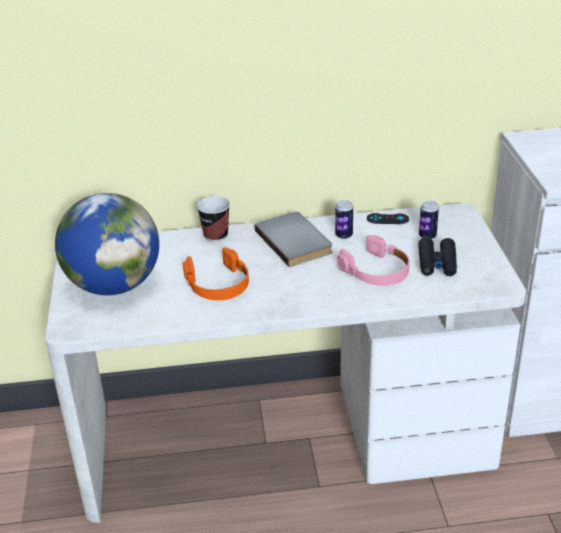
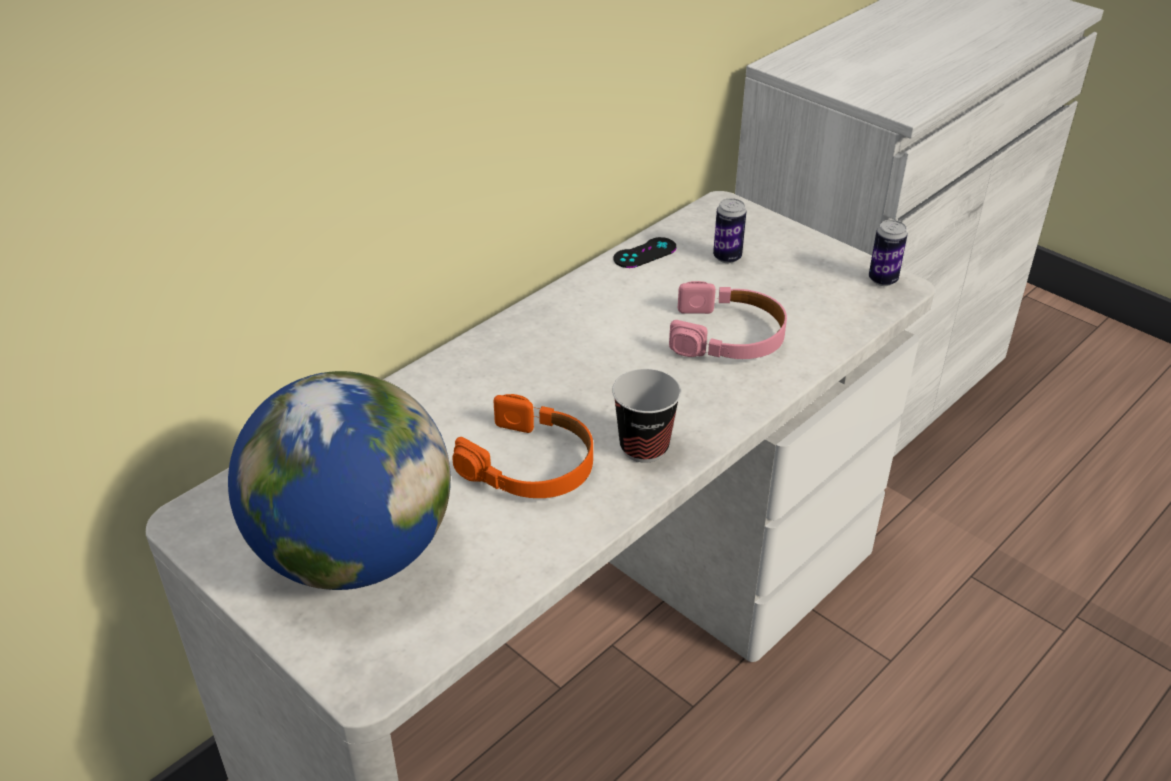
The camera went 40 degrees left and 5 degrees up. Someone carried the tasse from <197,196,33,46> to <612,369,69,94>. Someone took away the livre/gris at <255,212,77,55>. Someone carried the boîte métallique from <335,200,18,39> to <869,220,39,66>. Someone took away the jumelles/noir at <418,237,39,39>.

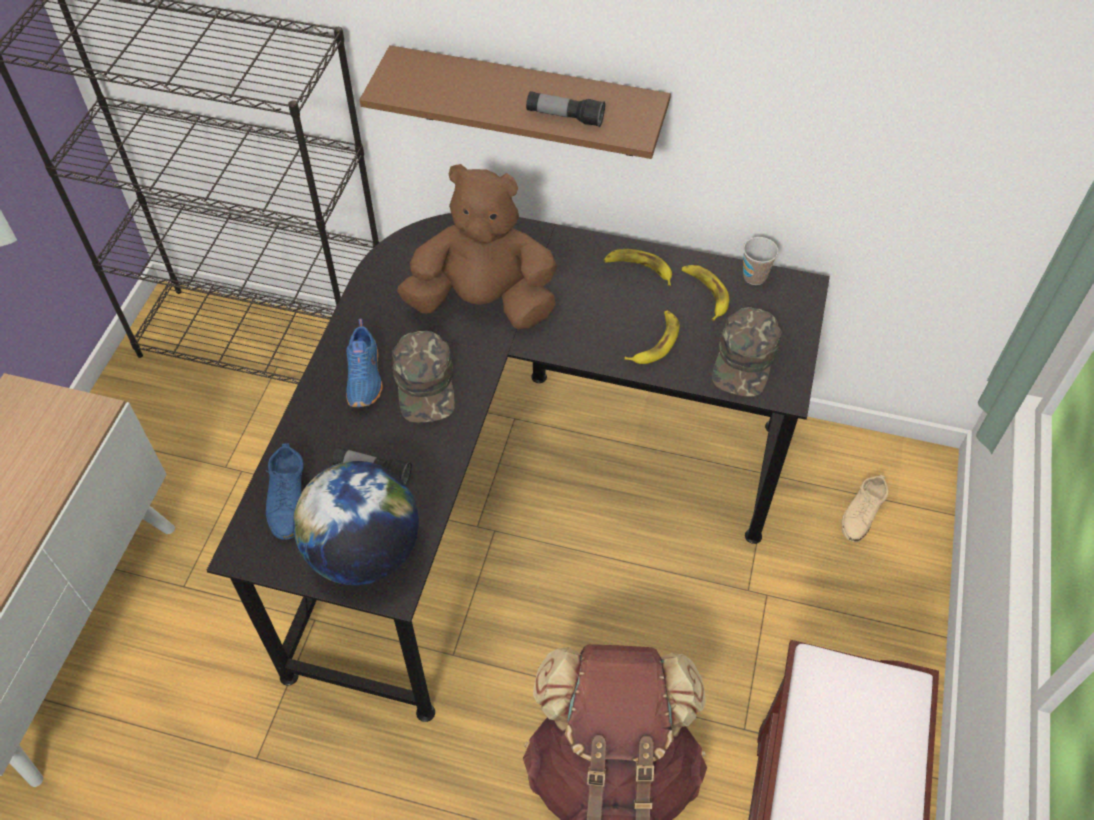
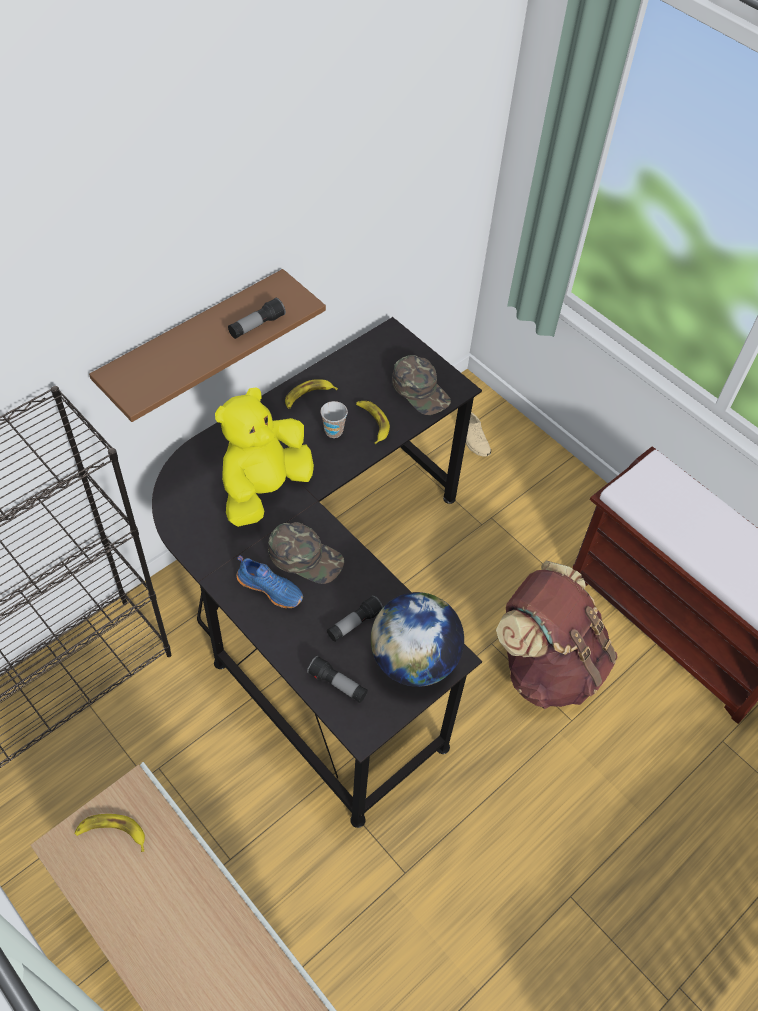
The camera went 60 degrees left and 0 degrees up. Someone swapped the chaussure/bleu at <265,443,38,97> for the lampe de poche at <307,655,61,48>. Someone repainted the peluche/marron at <397,164,160,165>, which became the peluche/jaune at <215,387,99,140>. Someone carried the banane from <682,265,47,56> to <74,814,71,38>. Someone carried the tasse from <743,237,36,48> to <321,401,27,37>.

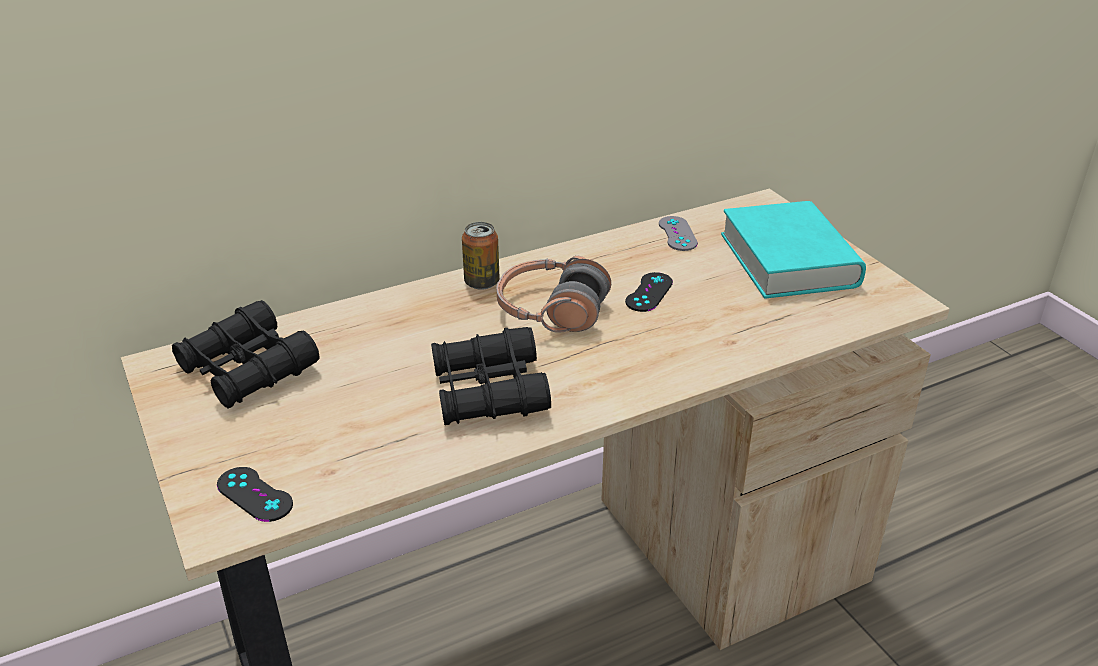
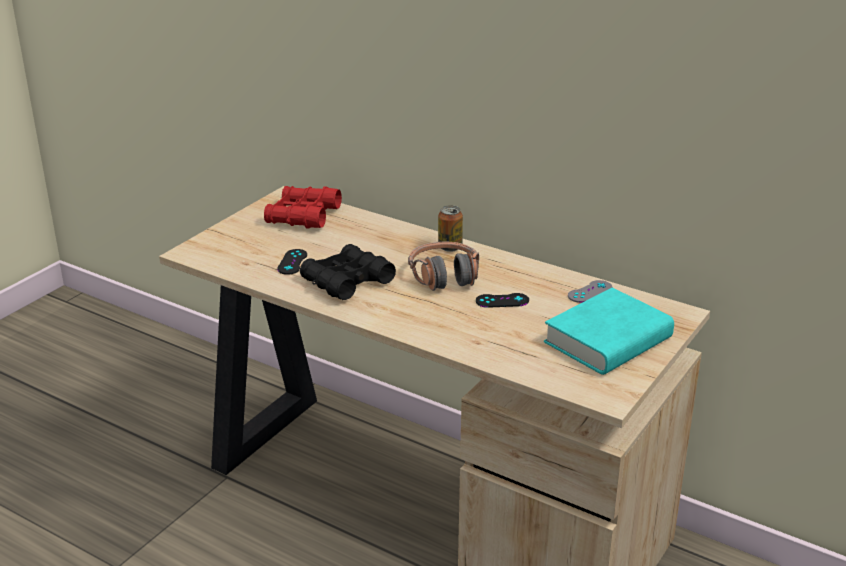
The camera went 60 degrees right and 5 degrees down. Someone repainted the jumelles/noir at <172,300,148,108>, which became the jumelles/rouge at <264,186,78,43>. Someone carried the manette/noir from <217,467,76,55> to <277,249,30,26>.

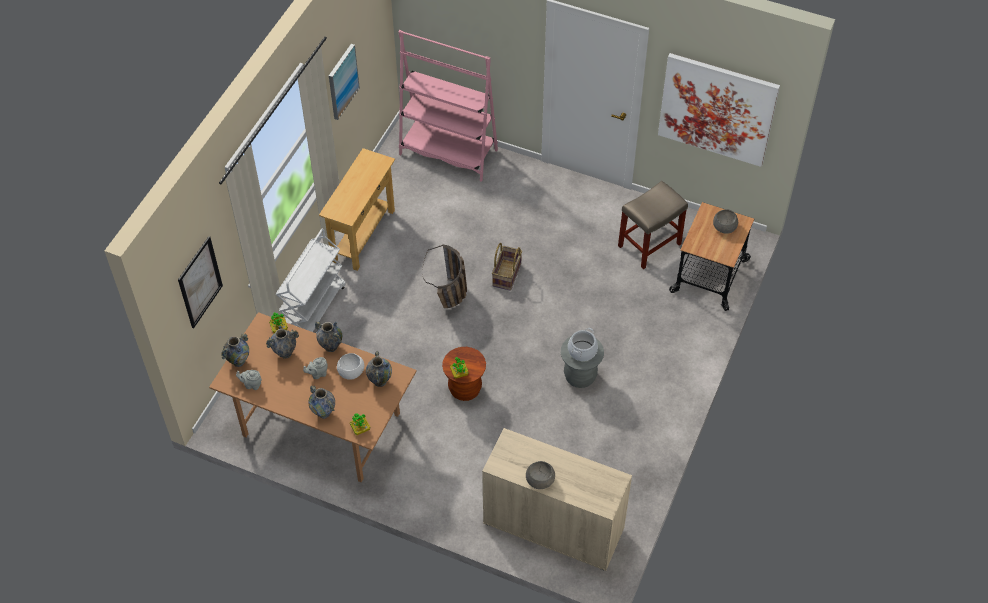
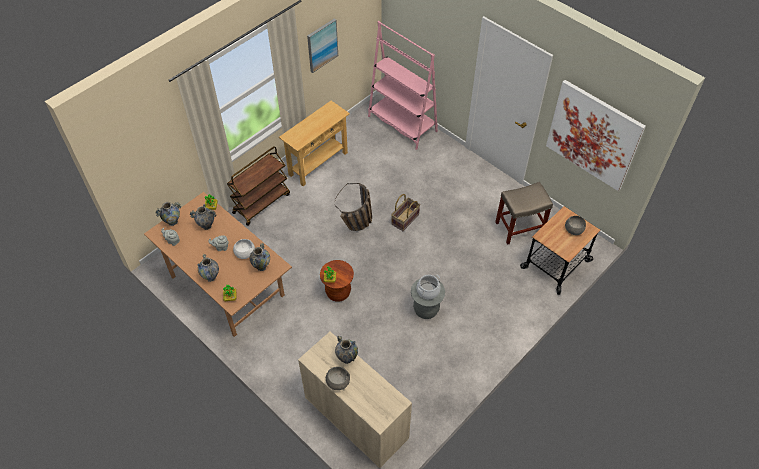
The camera went 20 degrees right and 0 degrees up. Someone took away the tableau at <178,236,45,93>. Someone repainted the chariot/blanc at <276,228,69,104>, which became the chariot/marron at <227,146,63,80>. Someone carried the vase from <315,321,27,31> to <335,336,23,28>.

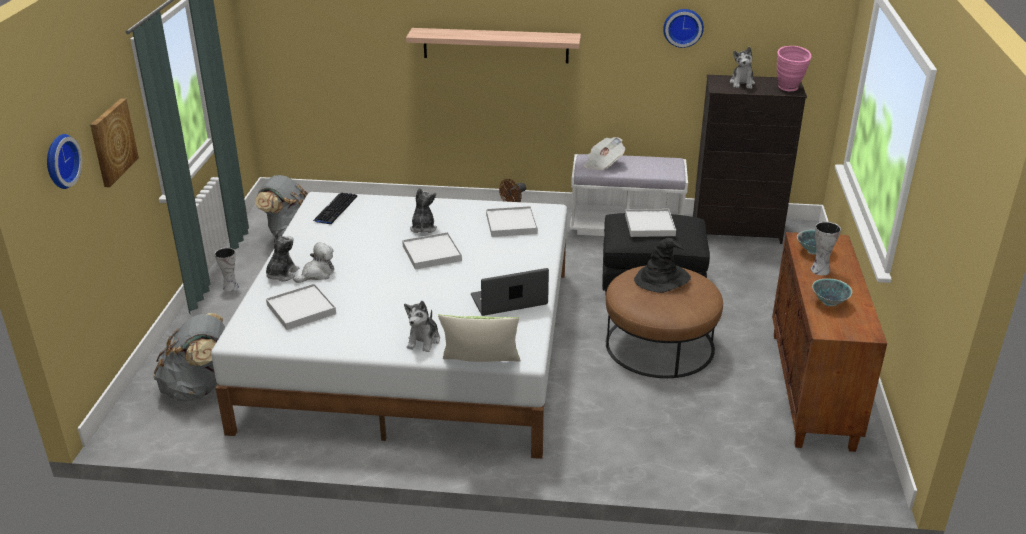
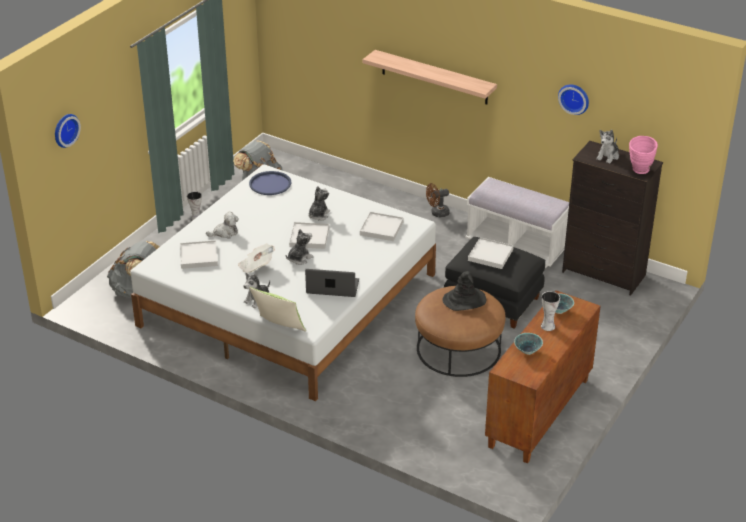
The camera went 25 degrees right and 5 degrees up. Someone took away the tableau at <90,98,49,89>. Someone carried the peluche from <266,231,34,50> to <286,229,27,36>. Someone swapped the clavier at <313,193,44,31> for the plateau/bleu at <249,171,43,24>. Someone carried the journal from <583,137,42,34> to <238,243,37,31>.

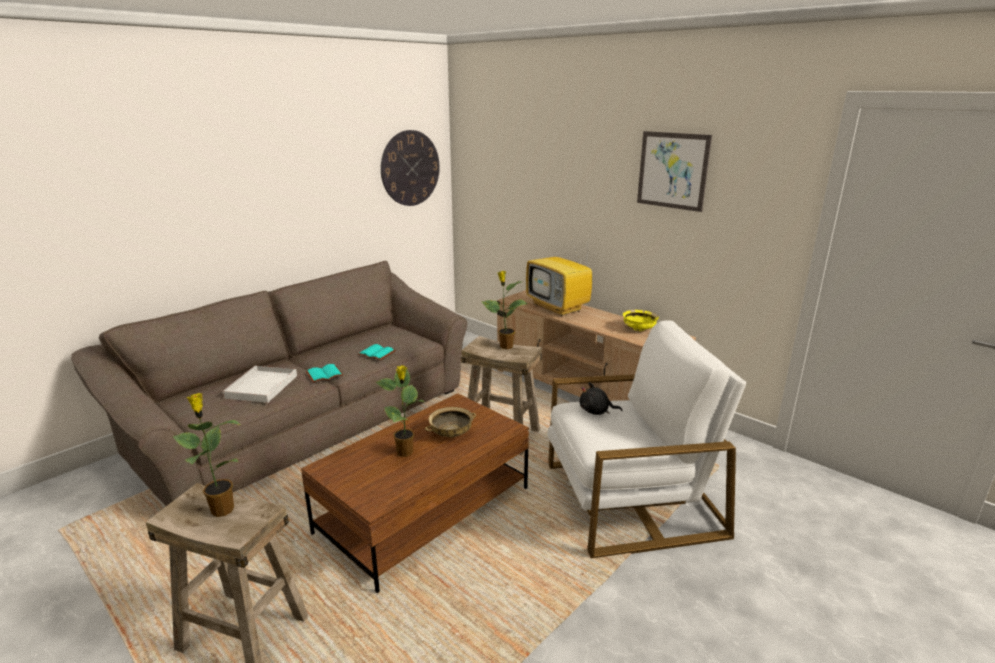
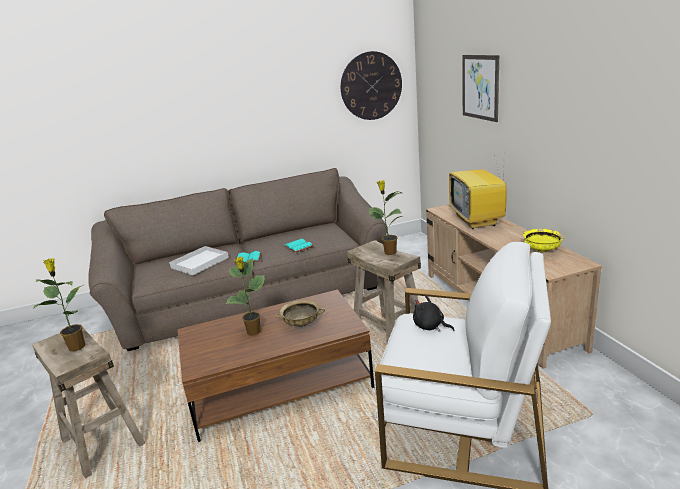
The camera went 30 degrees right and 0 degrees up. Someone carried the tableau from <637,131,75,81> to <462,55,37,67>.

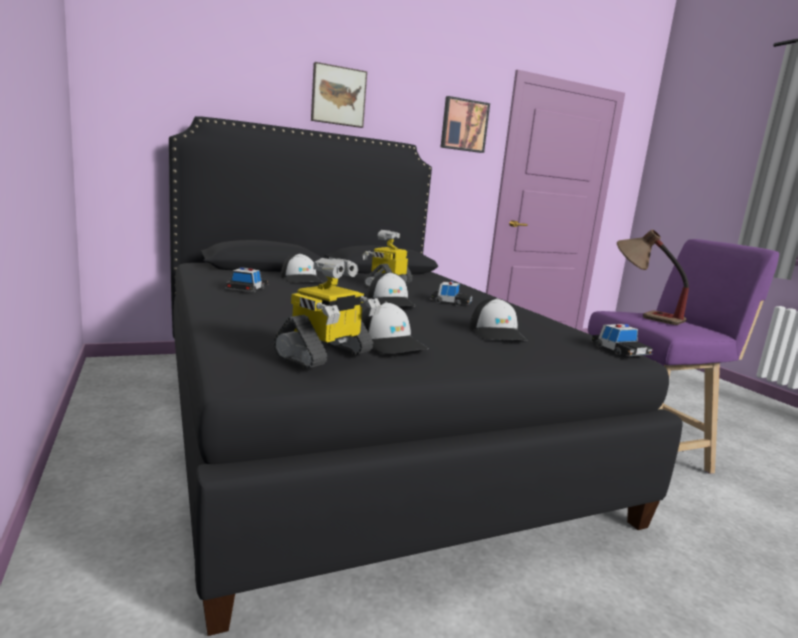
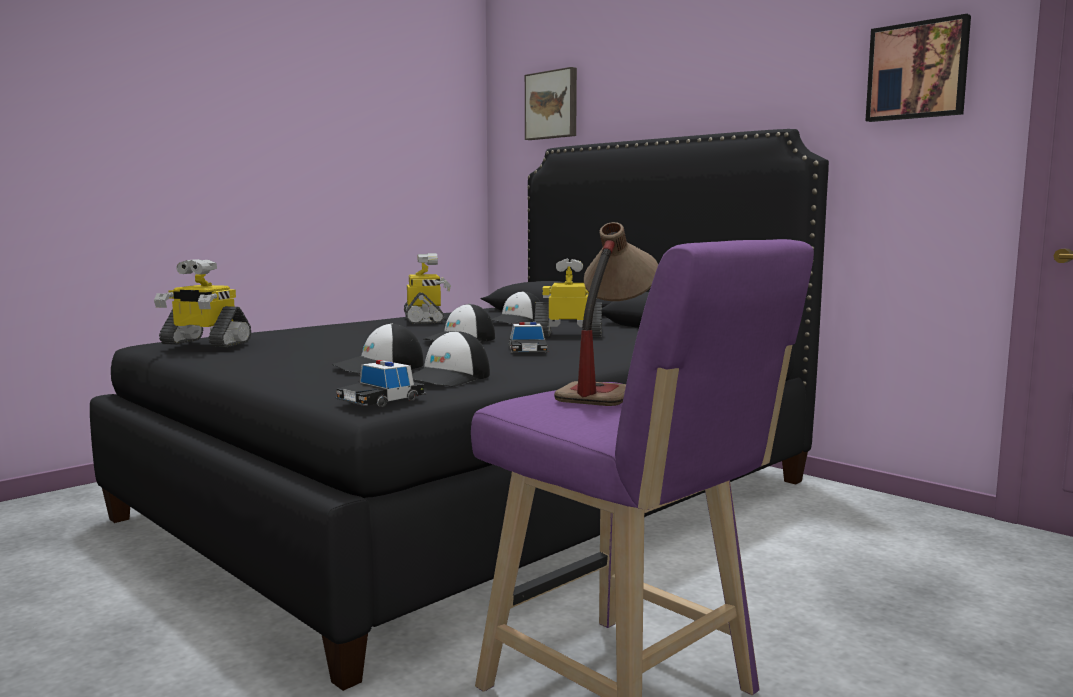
The camera went 70 degrees right and 5 degrees down. Someone swapped the petite voiture at <225,267,43,25> for the robot jouet at <404,253,47,71>. Someone carried the tableau from <311,62,56,66> to <525,67,52,73>. Someone carried the casquette from <355,302,74,52> to <412,330,78,57>.

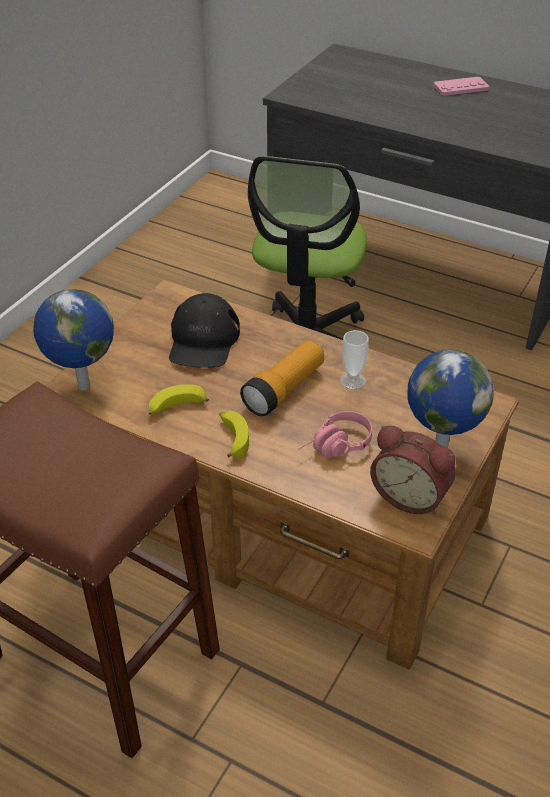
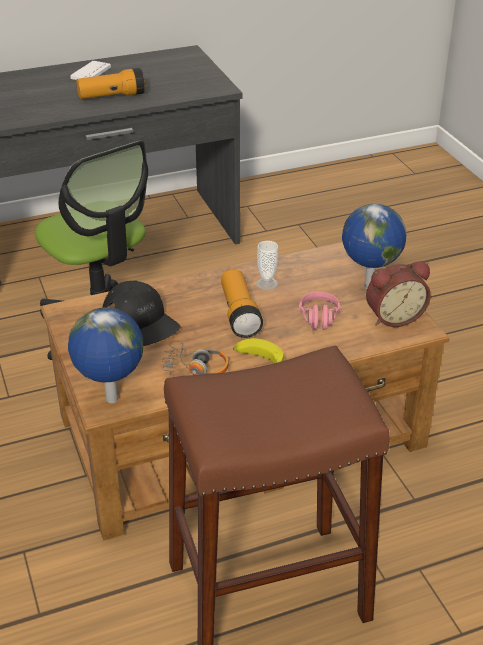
The camera went 50 degrees left and 5 degrees down. Someone swapped the banane at <148,384,61,31> for the casque audio at <162,341,67,36>. Someone repainted the manette/rose at <433,77,56,19>, which became the manette/blanc at <70,61,41,19>. Someone put down the lampe de poche at <76,68,69,31>.

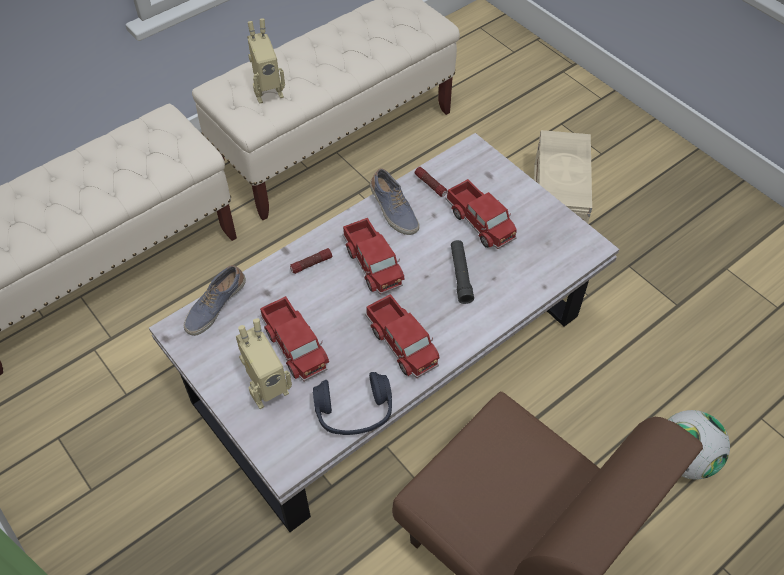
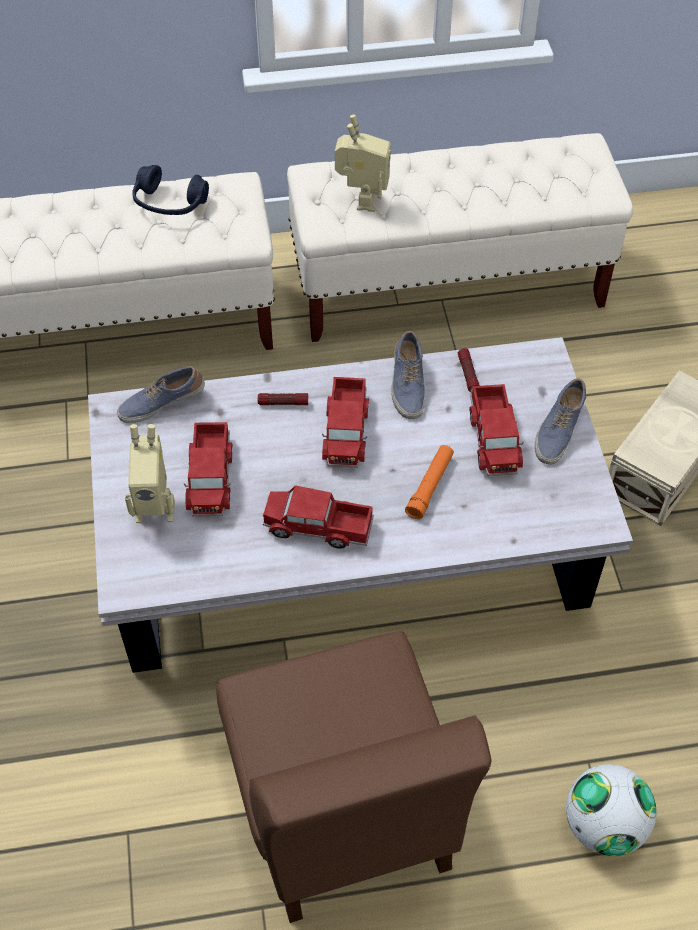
The camera went 30 degrees right and 0 degrees up. Someone rotated the robot jouet at <247,19,38,85> by 90 degrees counterclockwise. Someone carried the casque audio/bleu from <313,372,79,63> to <132,165,77,50>. Someone rotated the camion jouet at <365,294,75,84> by 105 degrees clockwise. Someone repainted the lampe de poche/noir at <451,240,23,64>, which became the lampe de poche/orange at <405,445,49,74>. Someone put down the chaussure at <535,378,51,86>.

